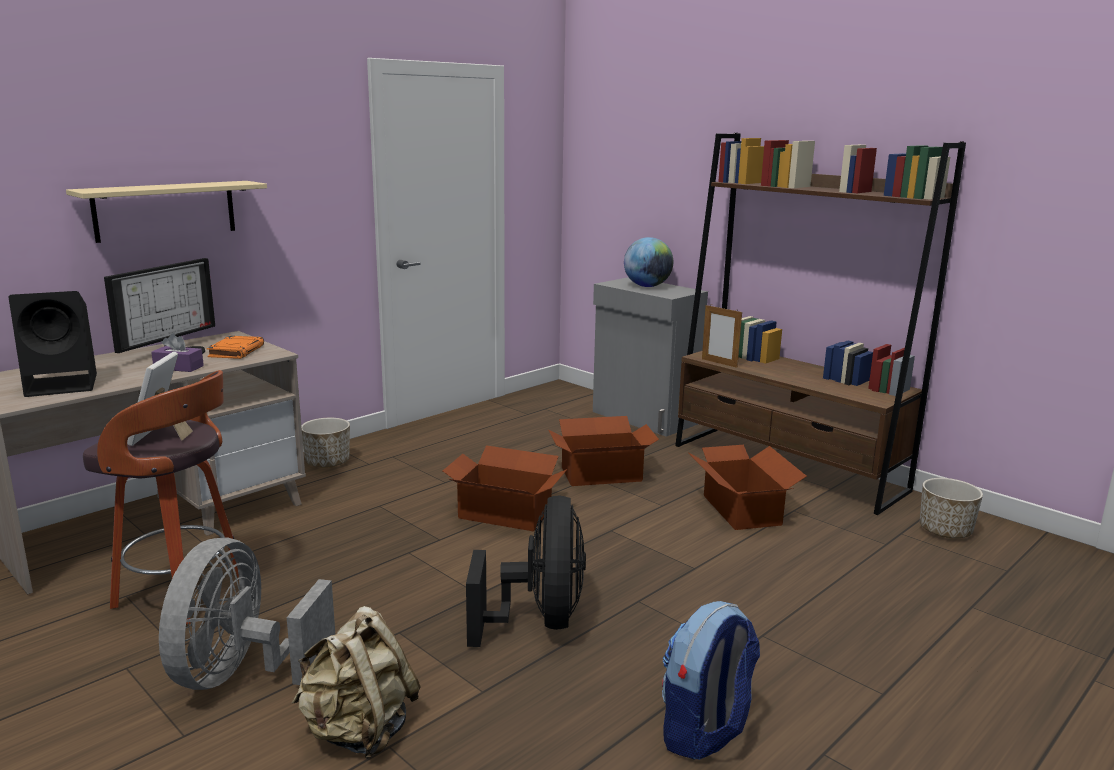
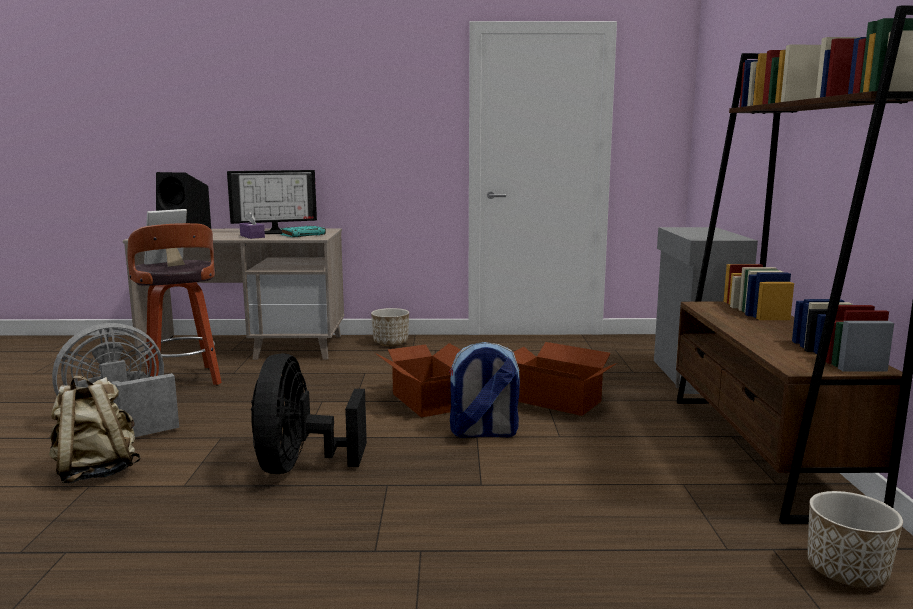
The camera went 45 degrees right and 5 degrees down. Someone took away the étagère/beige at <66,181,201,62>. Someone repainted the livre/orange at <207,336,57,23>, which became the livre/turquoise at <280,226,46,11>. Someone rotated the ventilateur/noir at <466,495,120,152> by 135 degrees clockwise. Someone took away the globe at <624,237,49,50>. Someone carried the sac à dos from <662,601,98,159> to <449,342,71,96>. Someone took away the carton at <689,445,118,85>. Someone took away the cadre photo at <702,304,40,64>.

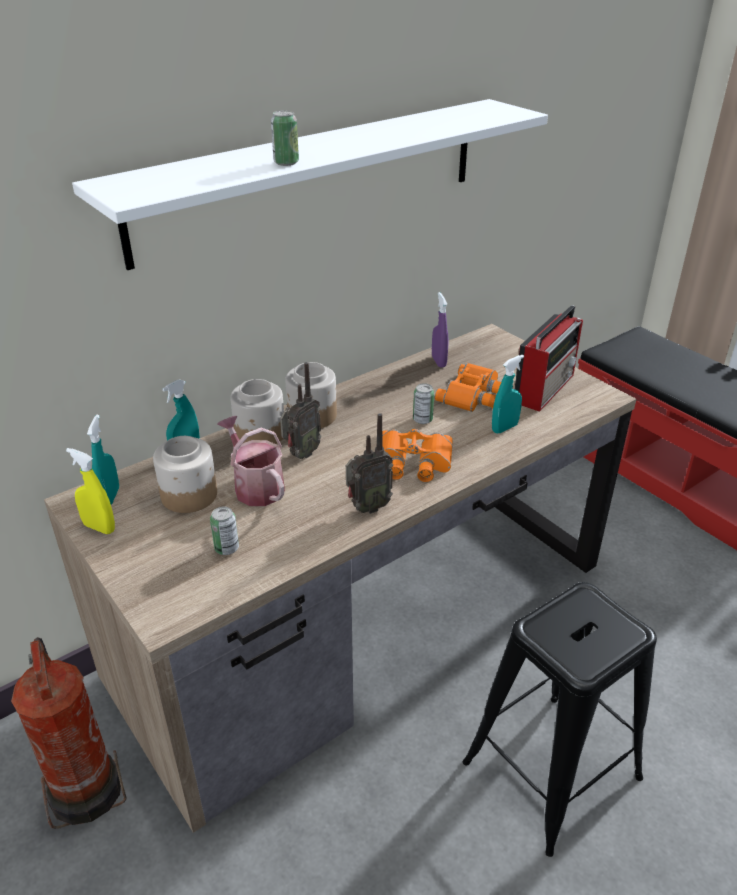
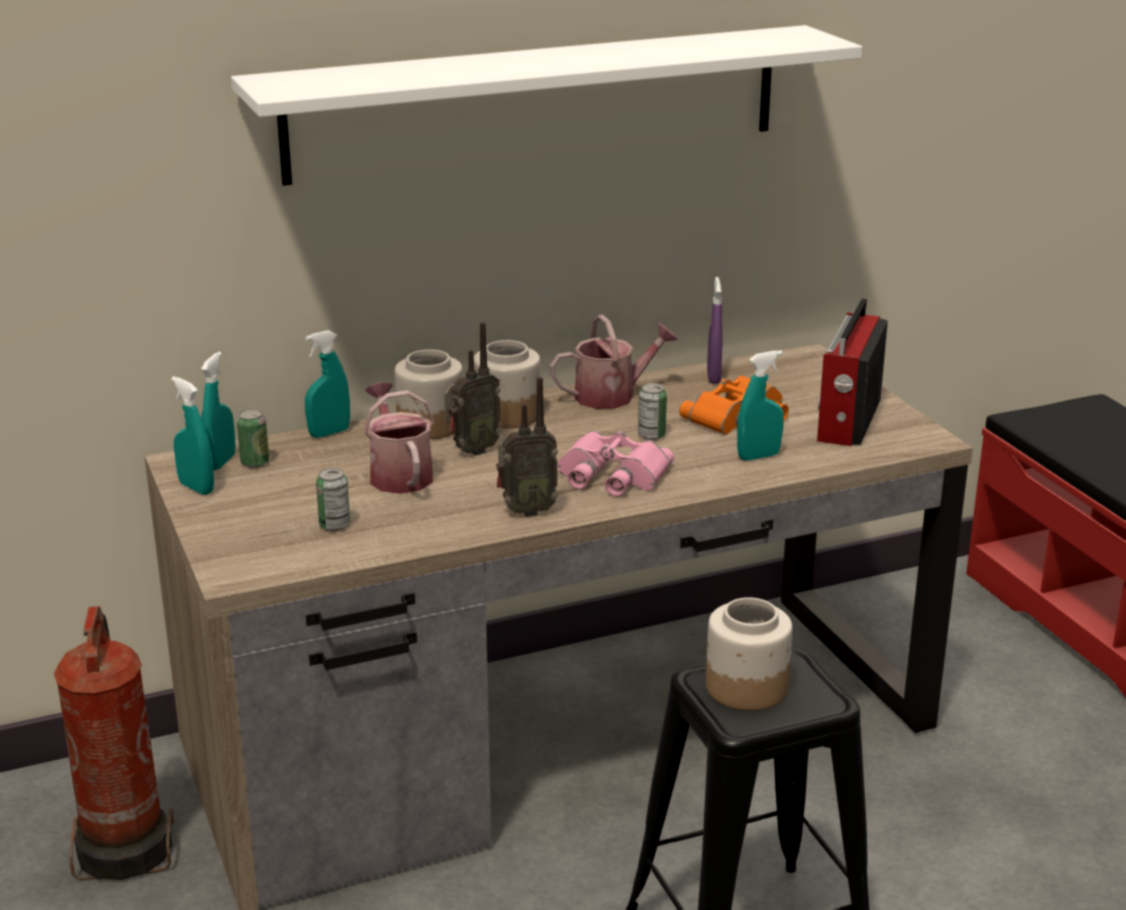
The camera went 15 degrees right and 10 degrees down. Someone repainted the vaporisateur/jaune at <66,448,49,86>, which became the vaporisateur/turquoise at <171,377,43,118>. Someone carried the bocal from <153,436,64,77> to <706,597,86,114>. Someone carried the boîte métallique from <271,110,28,56> to <237,409,32,59>. Someone repainted the jumelles/orange at <382,429,71,53>, which became the jumelles/rose at <557,431,117,65>. Someone rotated the radio at <515,305,68,107> by 150 degrees clockwise. Someone put down the arrosoir at <550,314,128,95>.

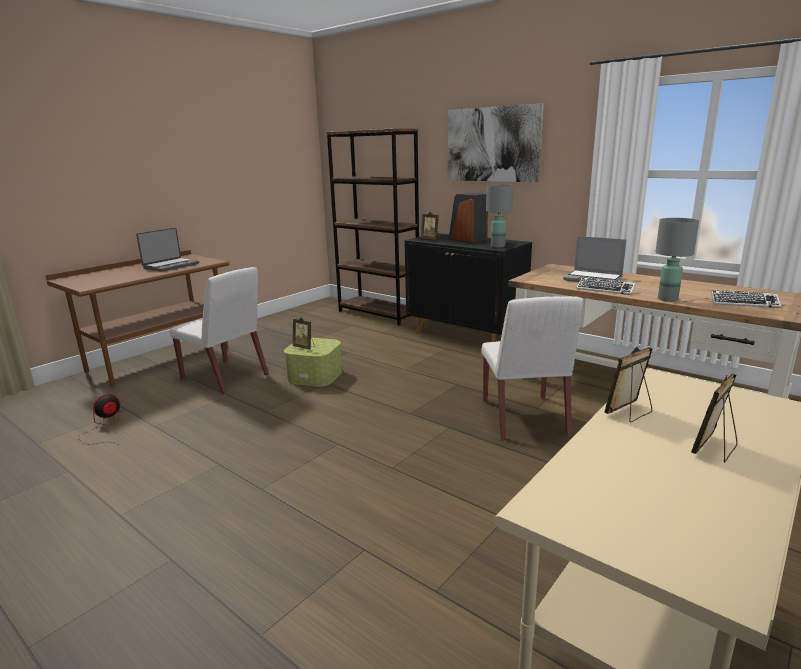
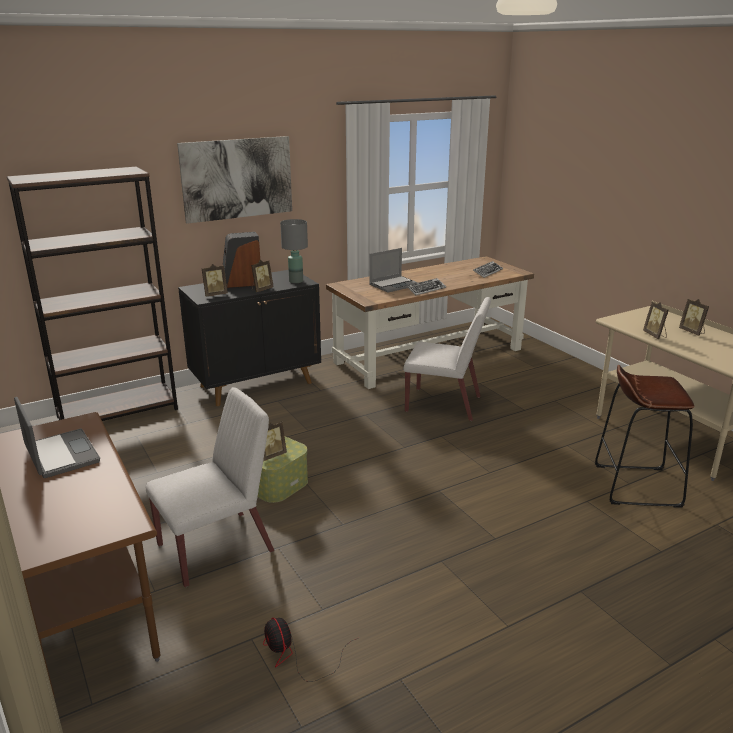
The camera went 70 degrees left and 5 degrees up. Someone took away the lampe de table/gris at <656,218,43,84>. Someone put down the cadre photo at <251,260,22,32>. Someone put down the tabouret/marron at <595,365,100,143>.

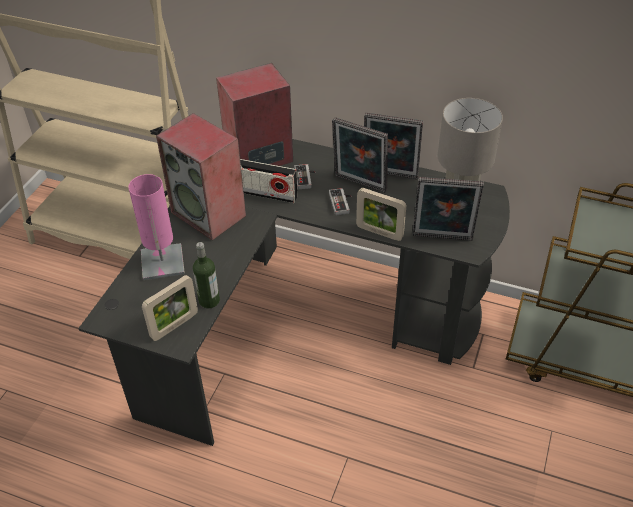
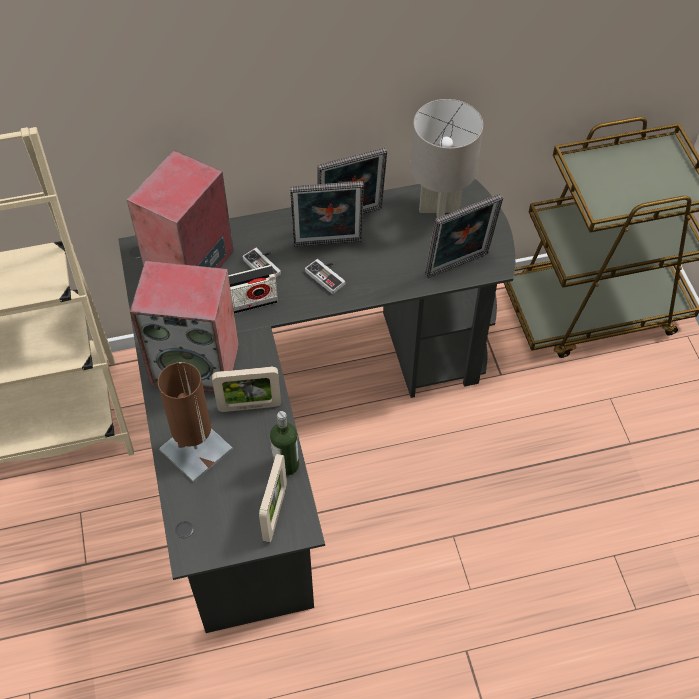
The camera went 35 degrees left and 10 degrees up. Someone repainted the lampe de table/rose at <128,174,57,106>, which became the lampe de table/marron at <158,362,75,120>. Someone carried the cadre photo from <356,188,50,53> to <212,367,69,45>.

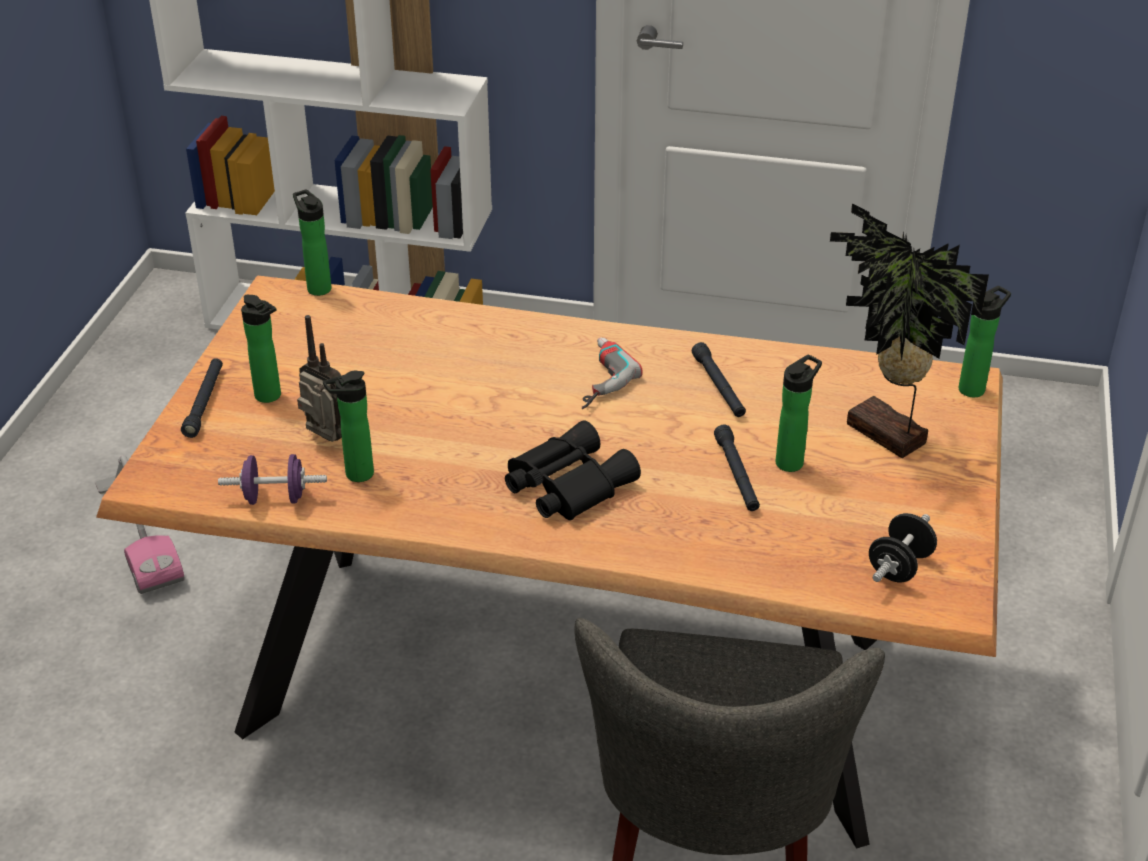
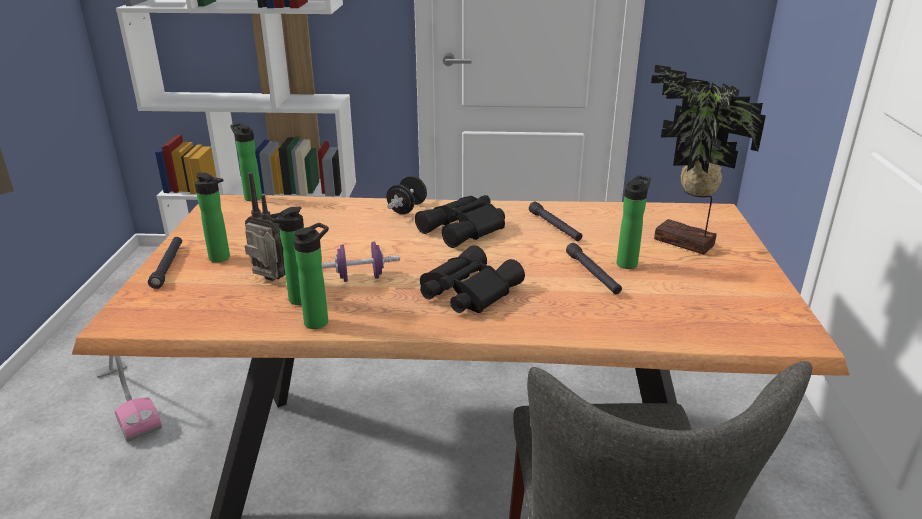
The camera went 10 degrees left and 10 degrees down. Someone carried the haltère/violet from <218,454,109,51> to <322,242,78,40>. Someone swapped the perceuse at <582,338,61,71> for the jumelles/noir at <415,195,90,53>. Someone carried the haltère/noir from <869,513,68,69> to <386,176,41,38>. Someone carried the bouteille from <958,286,53,111> to <294,223,35,106>.

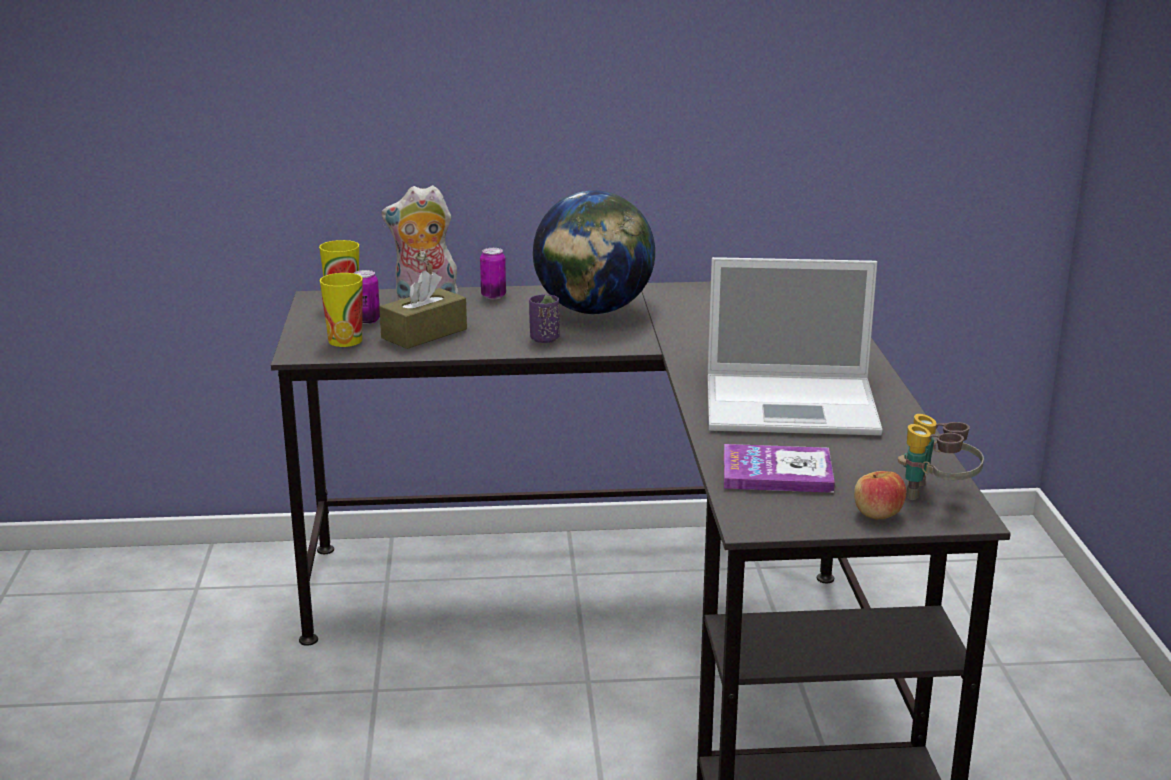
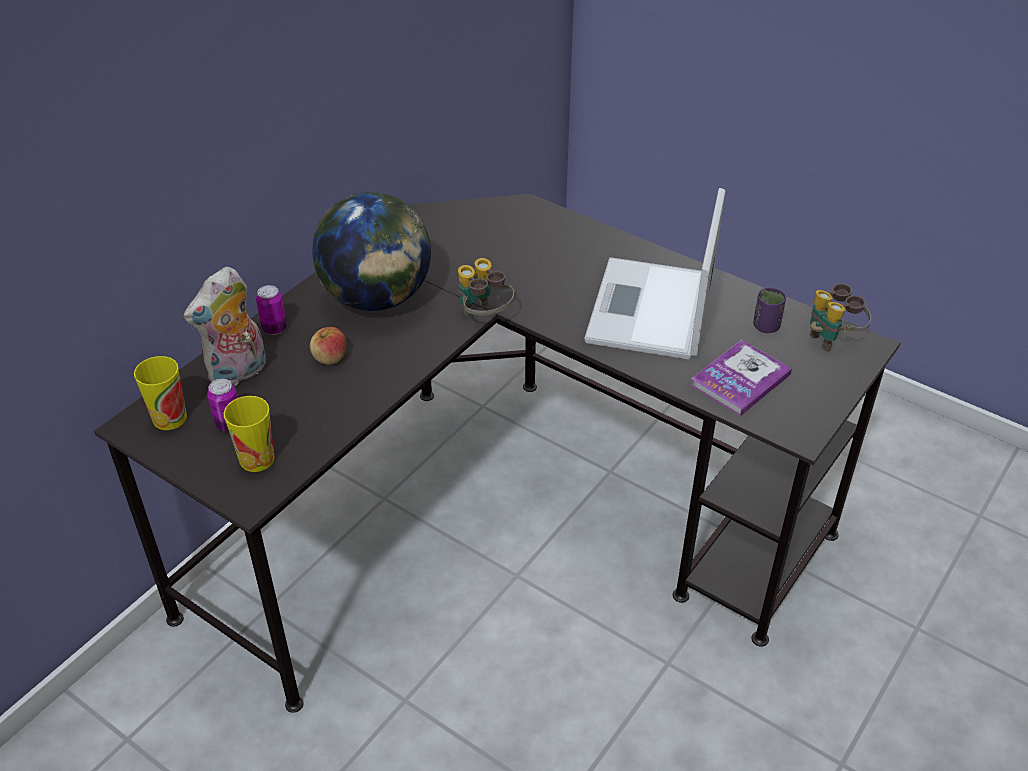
The camera went 50 degrees left and 20 degrees up. Someone took away the boîte à mouchoirs/marron at <379,270,88,79>. Someone carried the tasse/violet from <529,294,31,49> to <753,288,33,45>. Someone rotated the ordinateur portable at <707,257,176,179> by 150 degrees clockwise. Someone carried the pomme from <854,471,52,48> to <310,327,36,38>. Someone put down the jumelles at <458,258,56,58>.

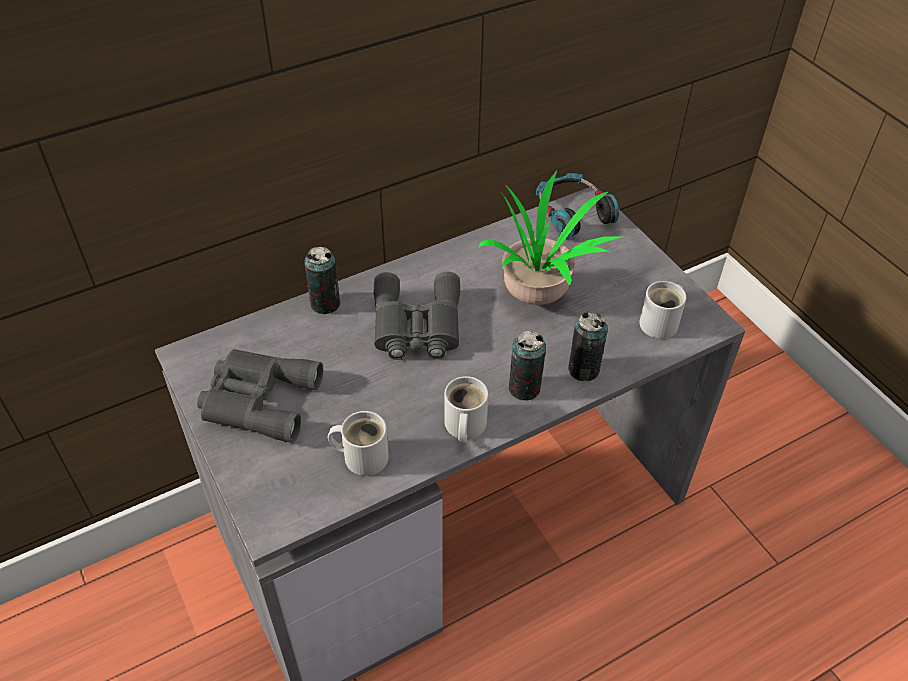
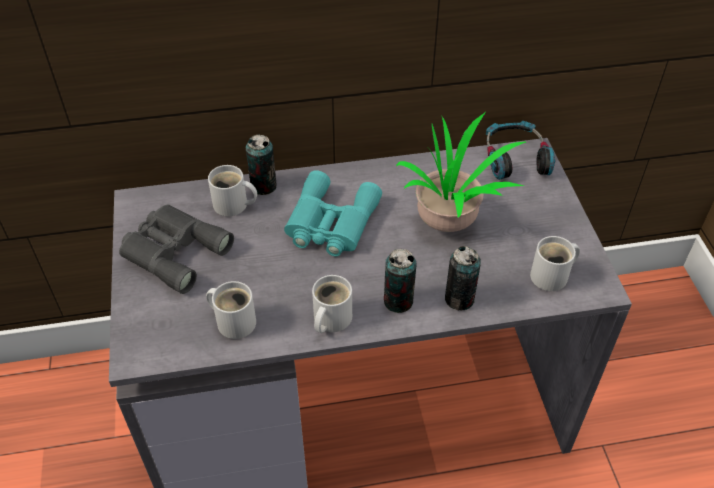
The camera went 20 degrees right and 0 degrees up. Someone repainted the jumelles/gris at <373,272,87,88>, which became the jumelles/turquoise at <284,170,98,86>. Someone put down the mug/blanc at <208,165,49,51>.

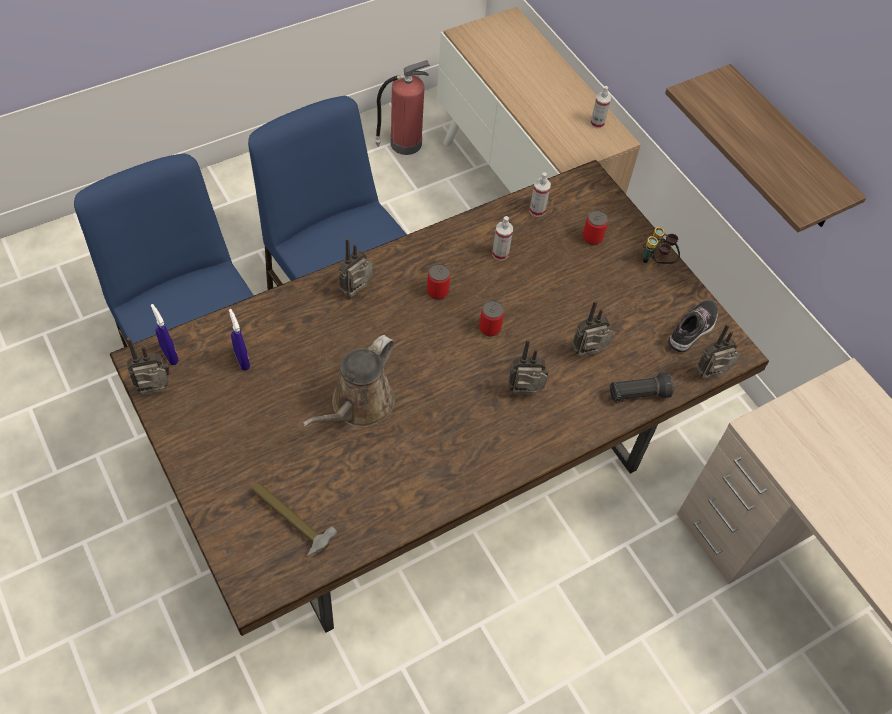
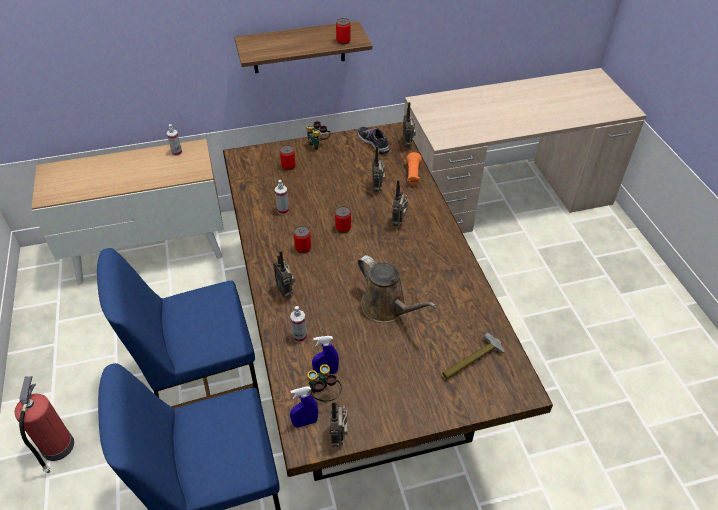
The camera went 70 degrees left and 10 degrees down. Someone carried the extincteur from <375,60,55,95> to <14,376,60,97>. Someone carried the vaporisateur from <529,172,22,45> to <290,306,17,37>. Someone repainted the lampe de poche/noir at <610,373,64,30>, which became the lampe de poche/orange at <406,152,16,33>. Someone put down the jumelles at <307,364,35,38>. Someone put down the boîte métallique at <336,18,15,26>.

